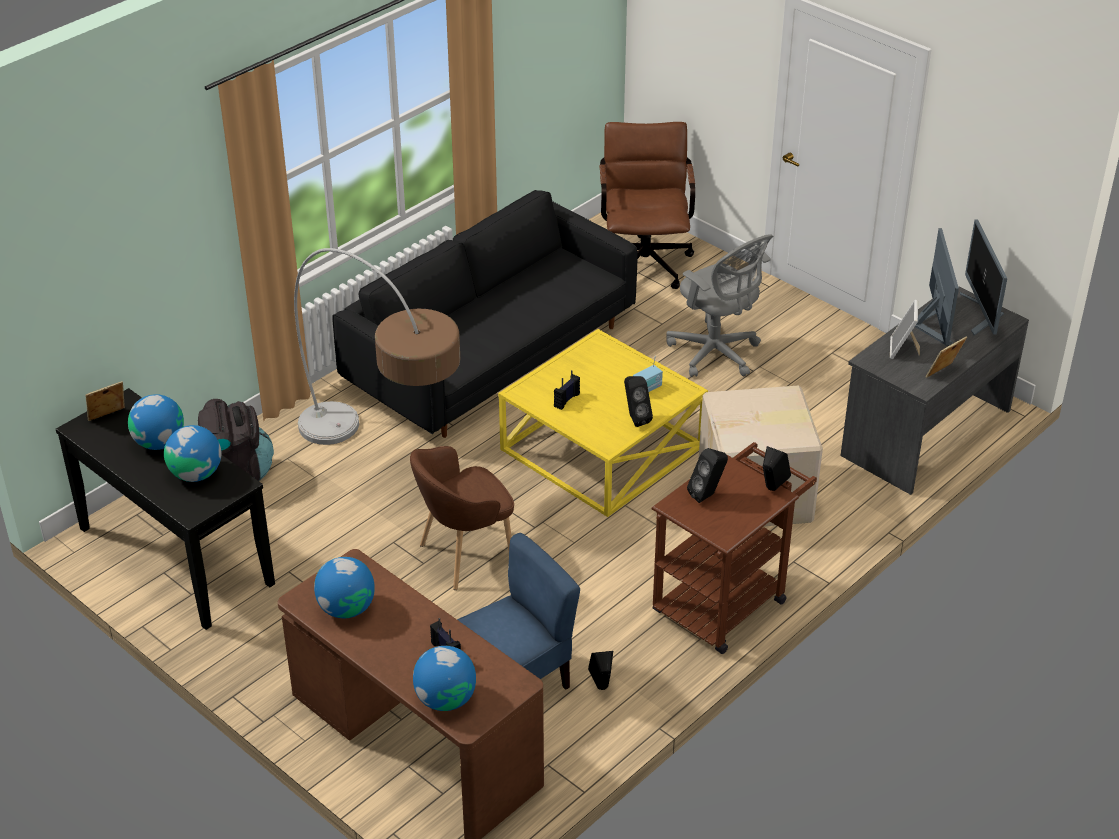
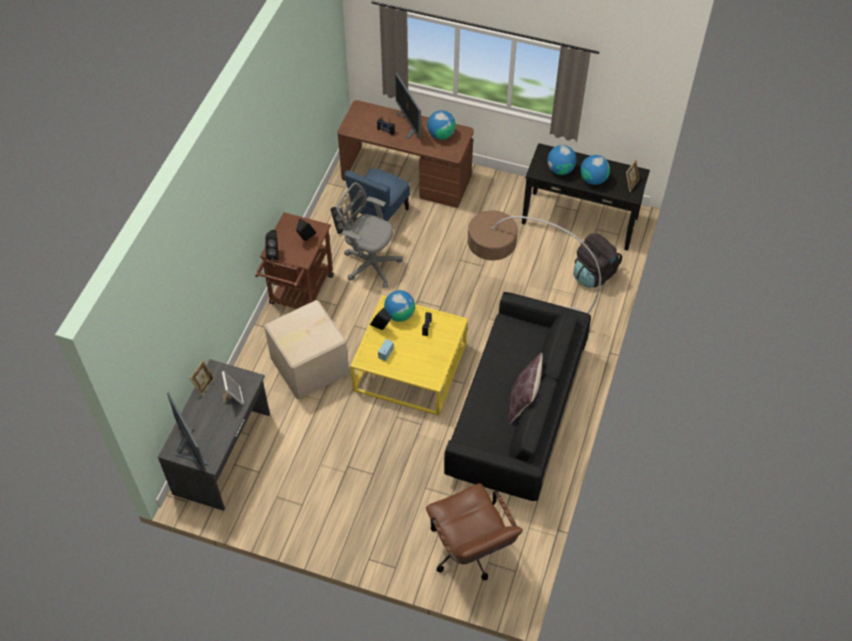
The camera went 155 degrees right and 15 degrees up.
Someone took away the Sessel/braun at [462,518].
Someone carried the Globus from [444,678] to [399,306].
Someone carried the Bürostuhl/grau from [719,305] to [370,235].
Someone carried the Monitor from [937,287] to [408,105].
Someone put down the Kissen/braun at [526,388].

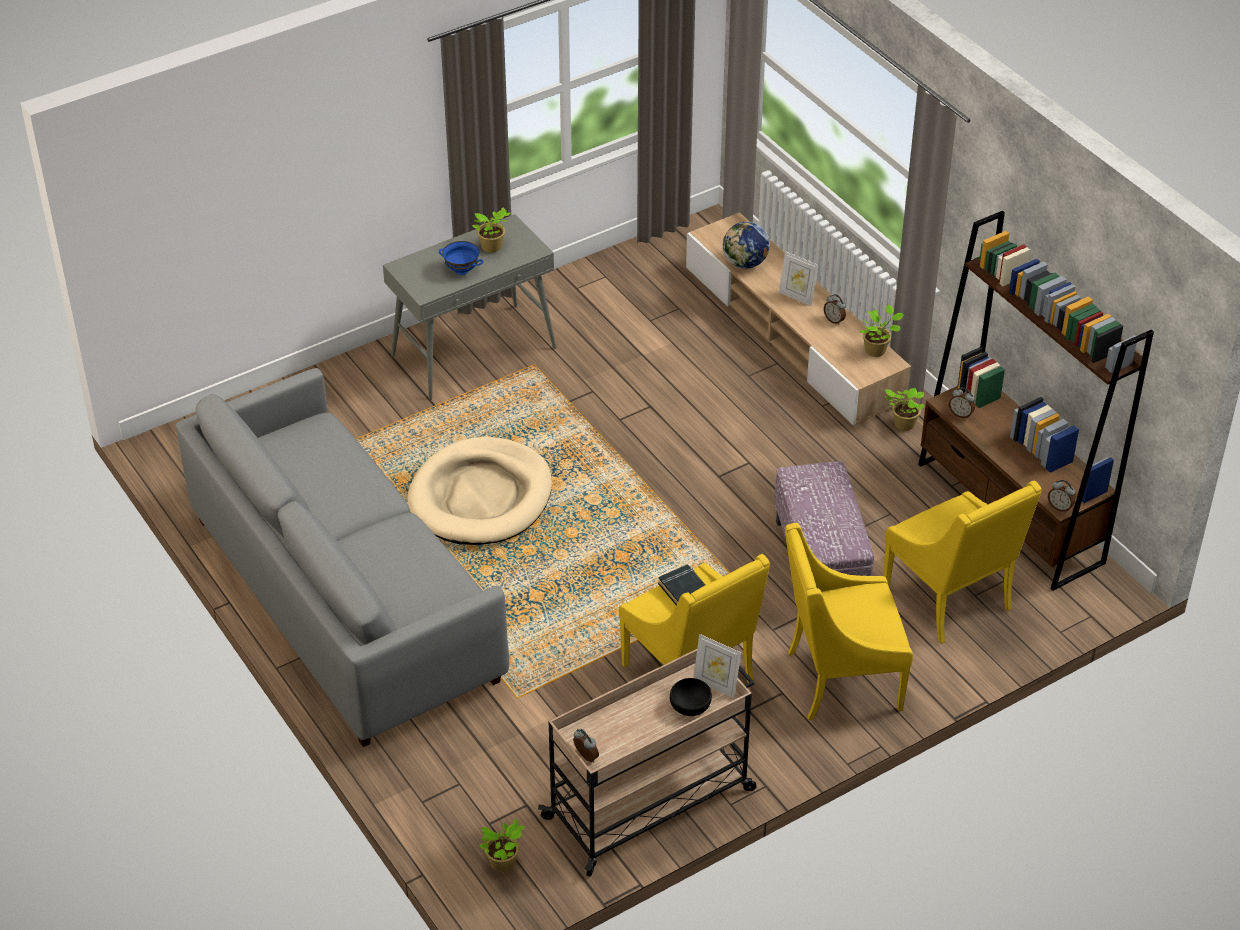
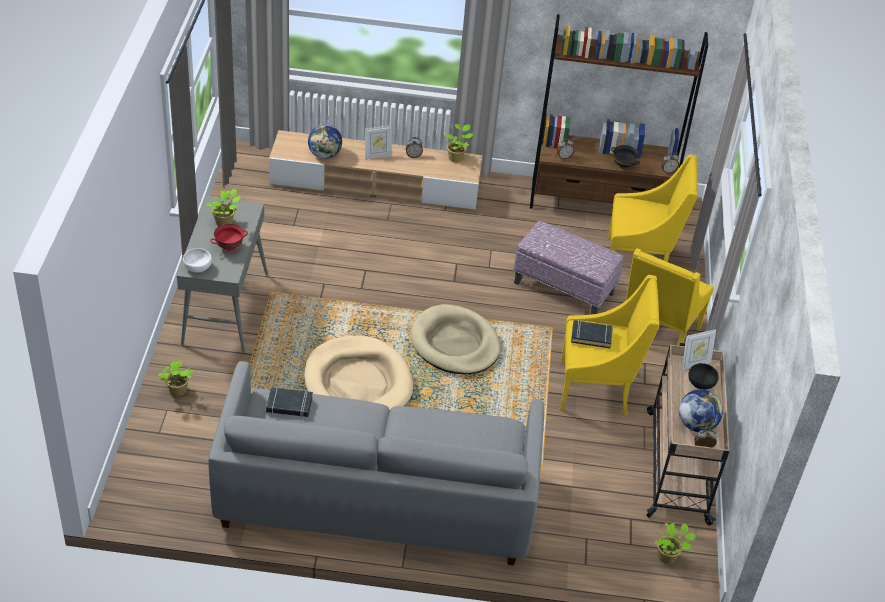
The camera went 55 degrees left and 0 degrees up.
Someone repainted the Schüssel/blau at [461,258], which became the Schüssel/rot at [229,237].
Someone carried the Topfpflanze from [904,409] to [175,378].
Someone put down the Schüssel/weiß at [197,260].
Someone put down the Buch/schwarz at [289,402].
Someone put down the Hundebett/beige at [456,339].
Someone put down the Schüssel/schwarz at [625,157].
Someone put down the Globus at [701,410].

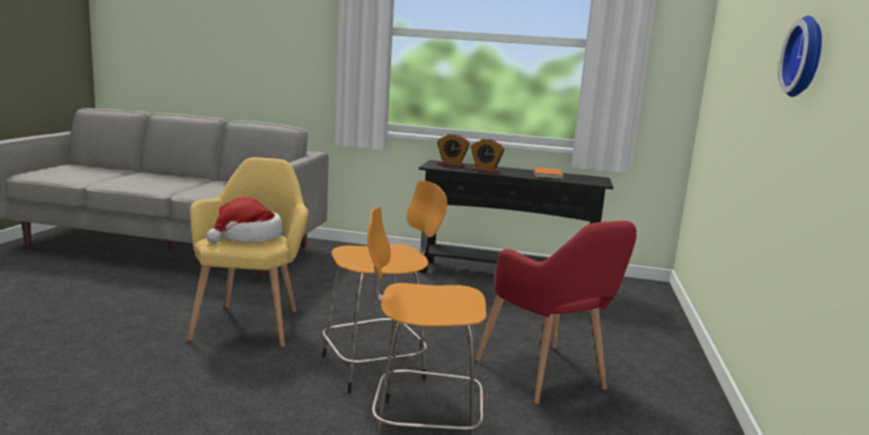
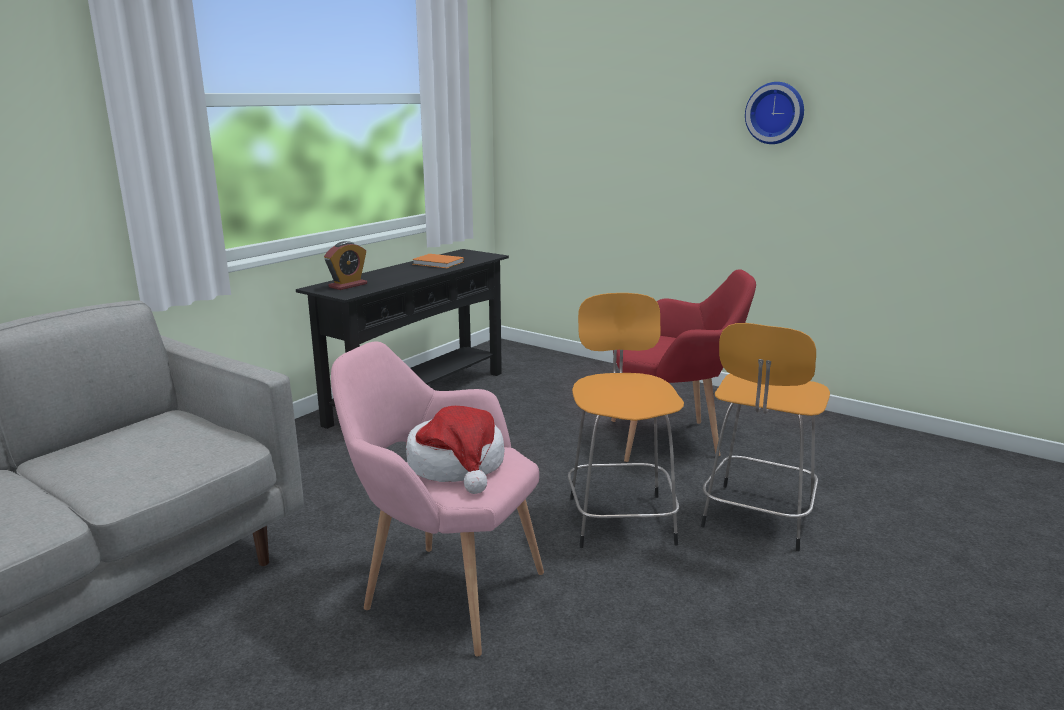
The camera went 65 degrees left and 5 degrees up.
Someone repainted the Sessel/gelb at [248,252], which became the Sessel/rosa at [437,498].
Someone took away the Wecker at [487,156].

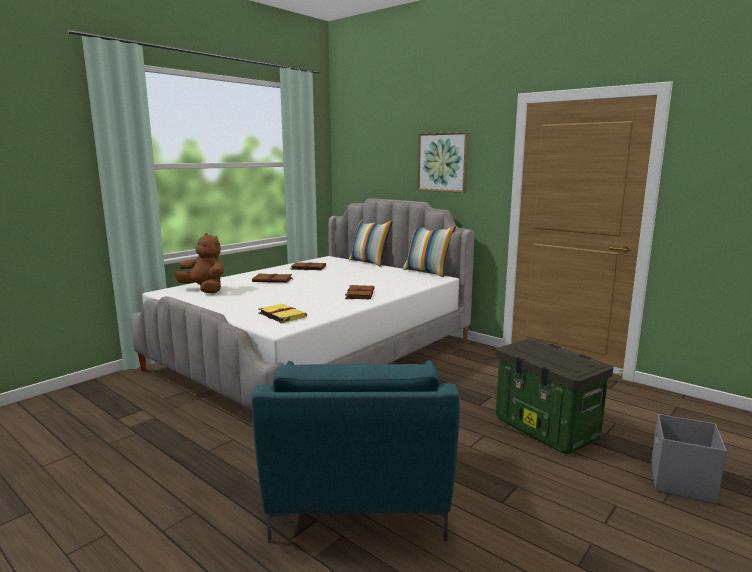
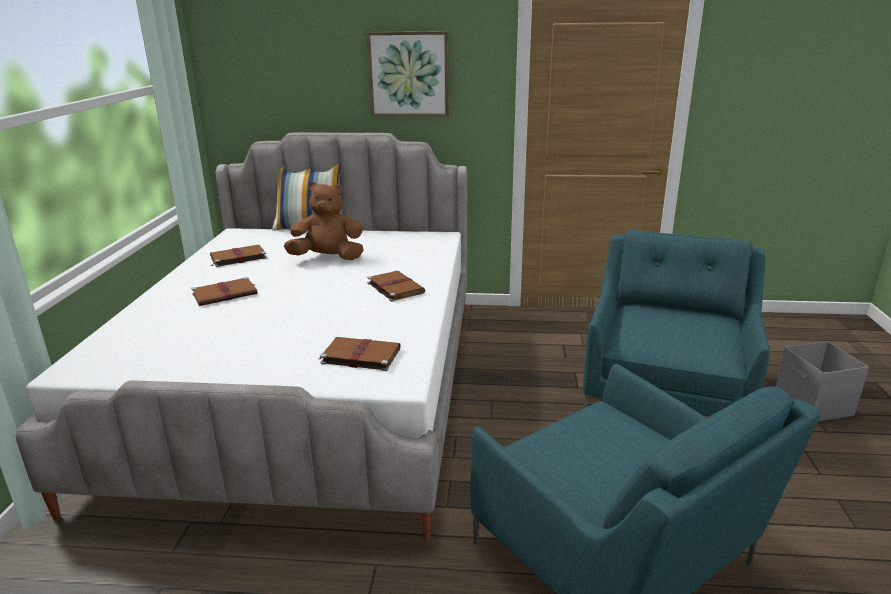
The camera went 35 degrees left and 10 degrees up.
Someone carried the Plüschtier/braun from [199,263] to [324,221].
Someone repainted the Buch/gelb at [282,314], which became the Buch/braun at [360,354].
Someone took away the Kissen at [429,252].
Someone swapped the Aufbewahrungsbox at [554,396] for the Sessel/türkis at [676,323].

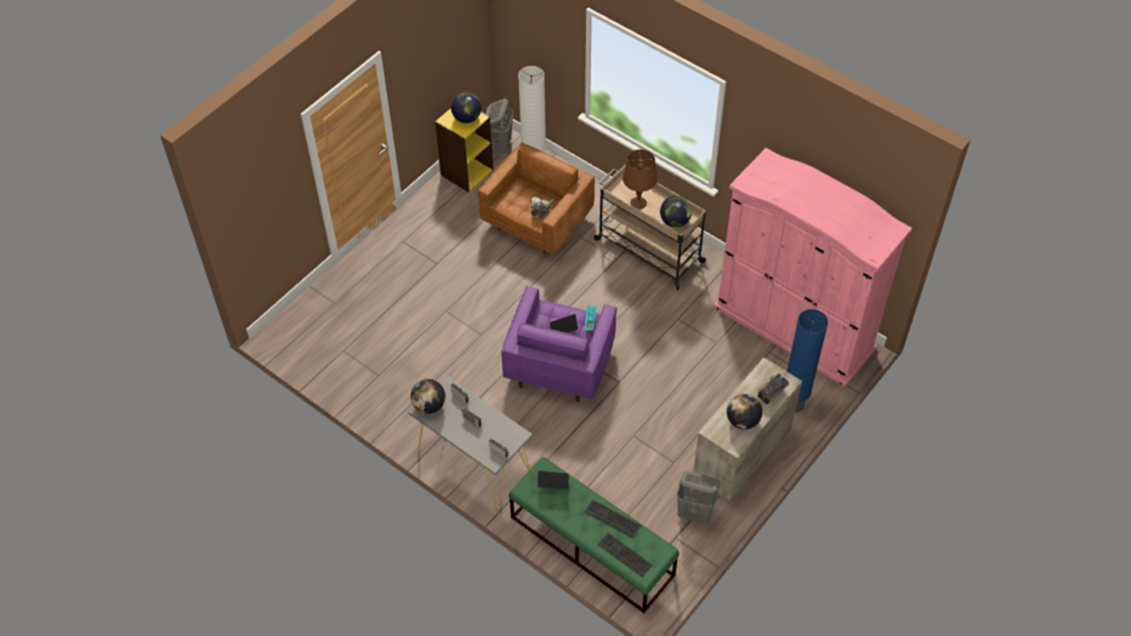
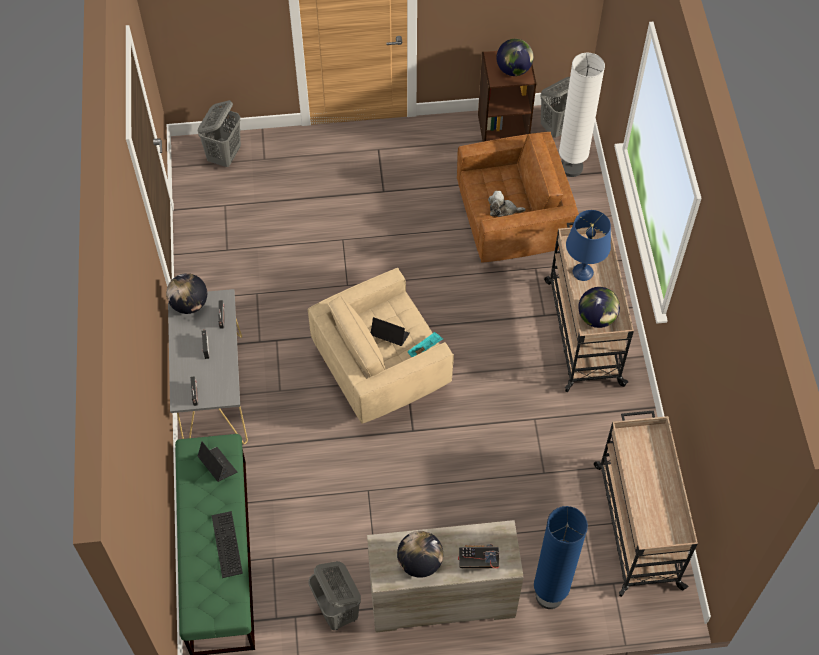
The camera went 45 degrees right and 5 degrees up.
Someone repainted the Bücherregal/gelb at [464,150], which became the Bücherregal/braun at [507,96].
Someone repainted the Sessel/lila at [559,344], which became the Sessel/beige at [381,346].
Someone took away the Tastatur at [625,555].
Someone repainted the Tischlampe/braun at [640,179], which became the Tischlampe/blau at [588,245].
Someone swapped the Kleiderschrank/rosa at [813,267] for the Rollwagen/beige at [646,503].
Someone put down the Wäschekorb/grau at [219,133].

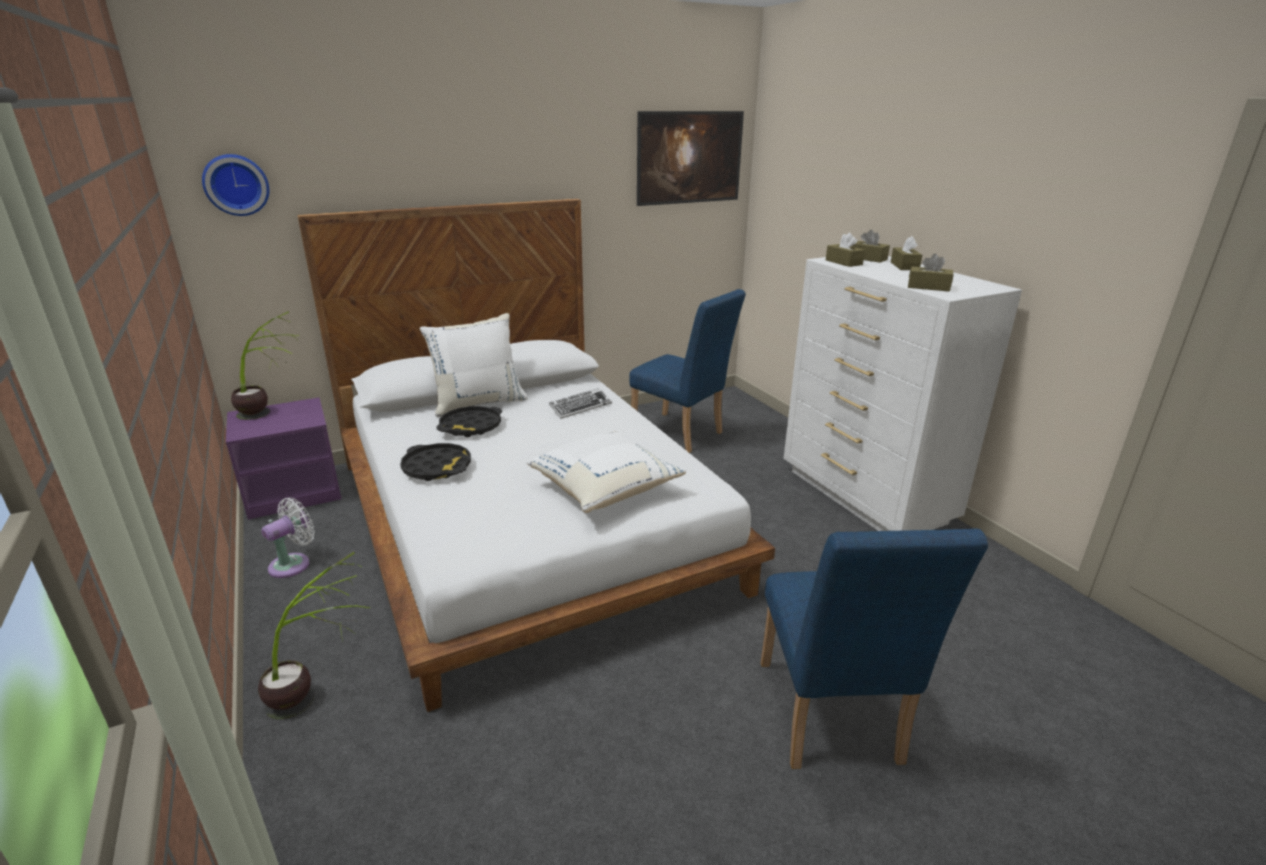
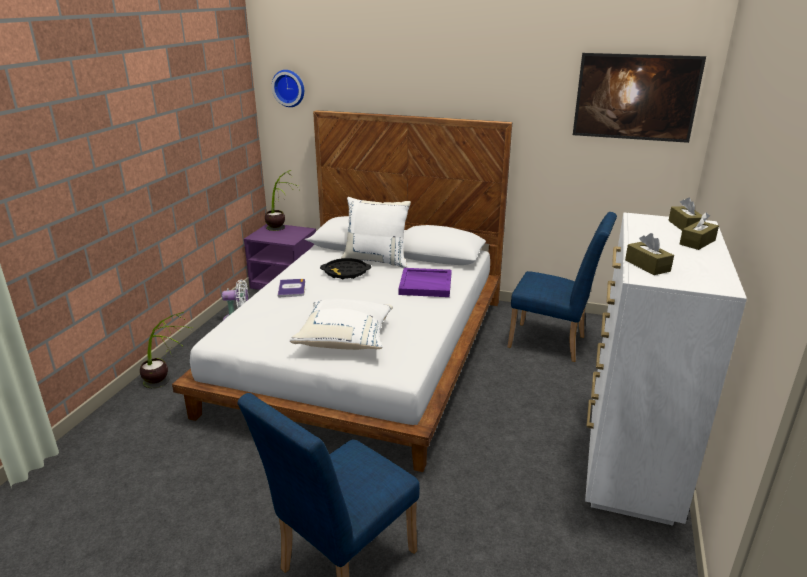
The camera went 45 degrees right and 0 degrees up.
Someone swapped the Tablett/schwarz at [435,462] for the Buch at [291,288].
Someone swapped the Tastatur at [580,403] for the Tablett/lila at [425,282].
Someone rotated the Stuhl/blau at [687,371] by 60 degrees counterclockwise.
Someone took away the Taschentuchbox/braun at [845,250].

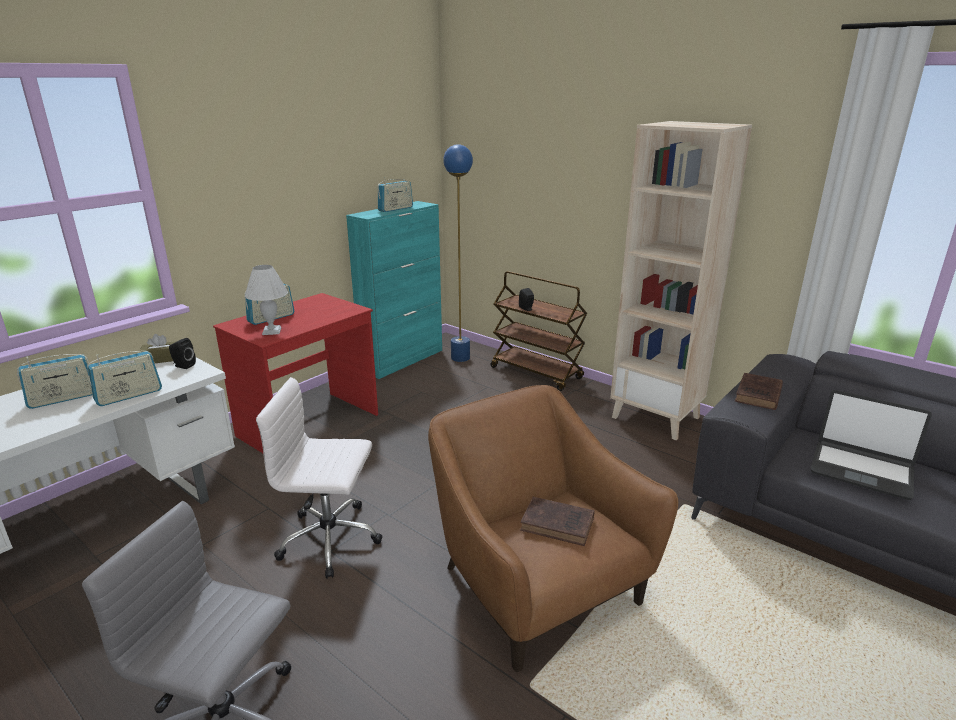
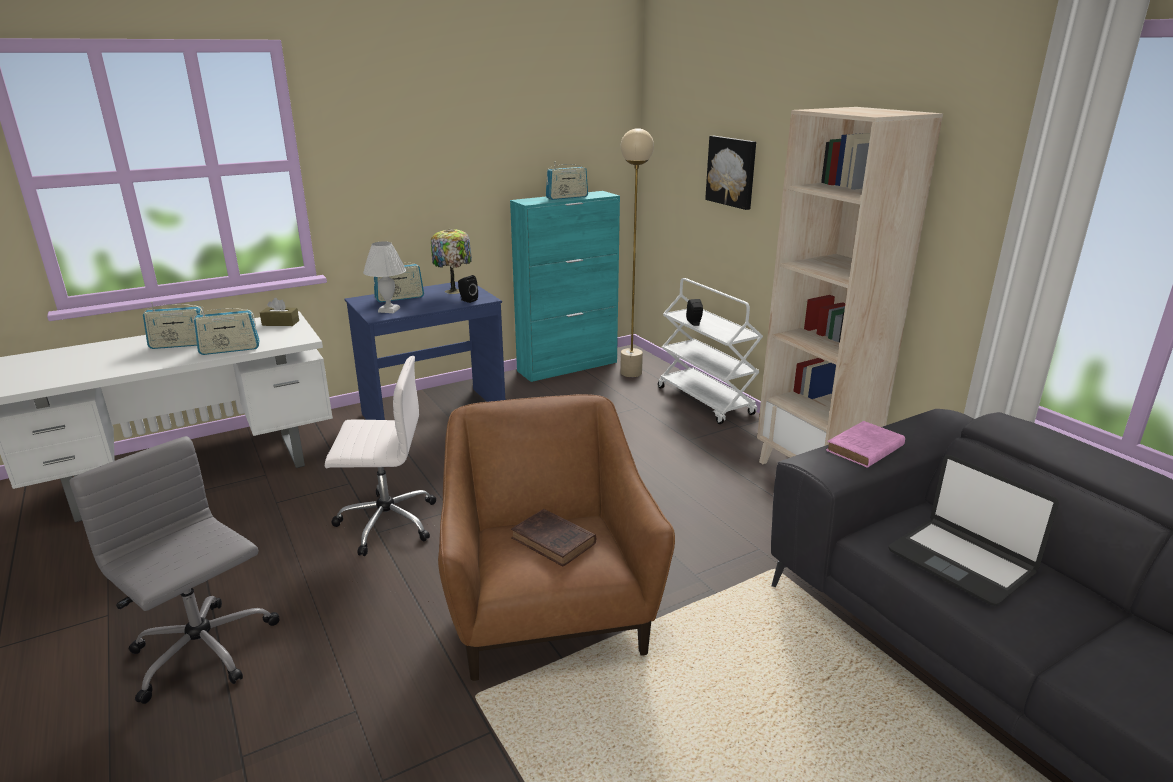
The camera went 20 degrees right and 0 degrees up.
Someone carried the Lautsprecher/schwarz from [182,353] to [468,289].
Someone repainted the Schreibtisch/rot at [295,373], which became the Schreibtisch/blau at [424,351].
Someone rotated the Bürostuhl/weiß at [319,478] by 150 degrees clockwise.
Someone repainted the Stehlampe/blau at [458,253], which became the Stehlampe/beige at [637,252].
Someone repainted the Rollwagen/braun at [538,331], which became the Rollwagen/weiß at [710,351].
Someone repainted the Buch/braun at [759,391], which became the Buch/rosa at [865,444].
Someone put down the Tischlampe at [451,261].
Someone put up the Bild at [730,173].

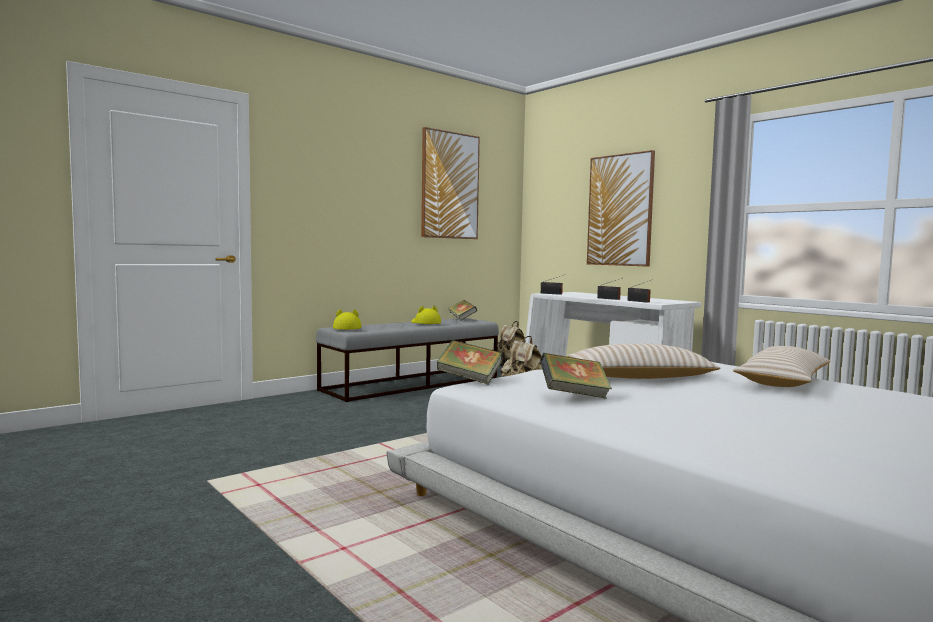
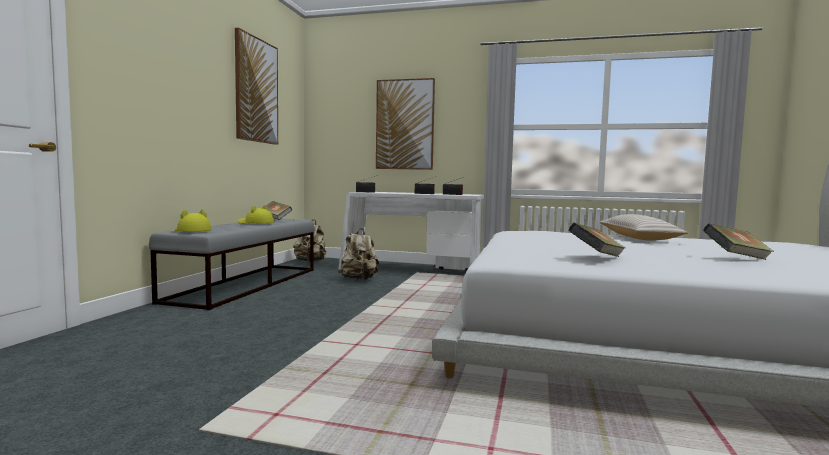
The camera went 35 degrees left and 0 degrees up.
Someone carried the Buch from [470,362] to [738,242].
Someone took away the Kissen/beige at [644,361].

